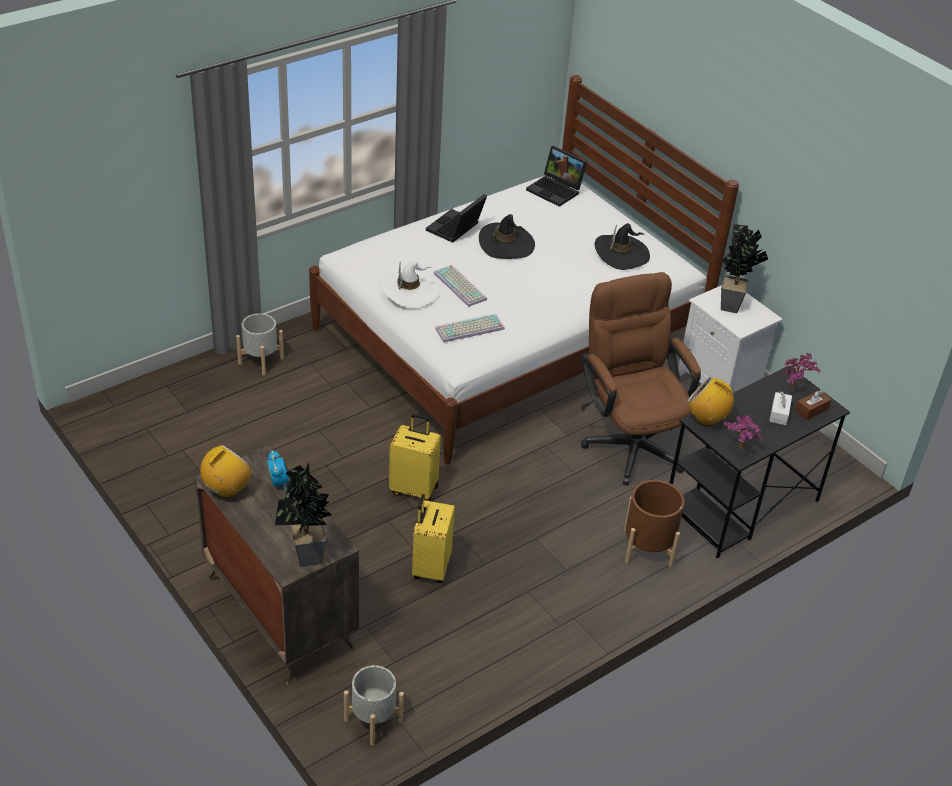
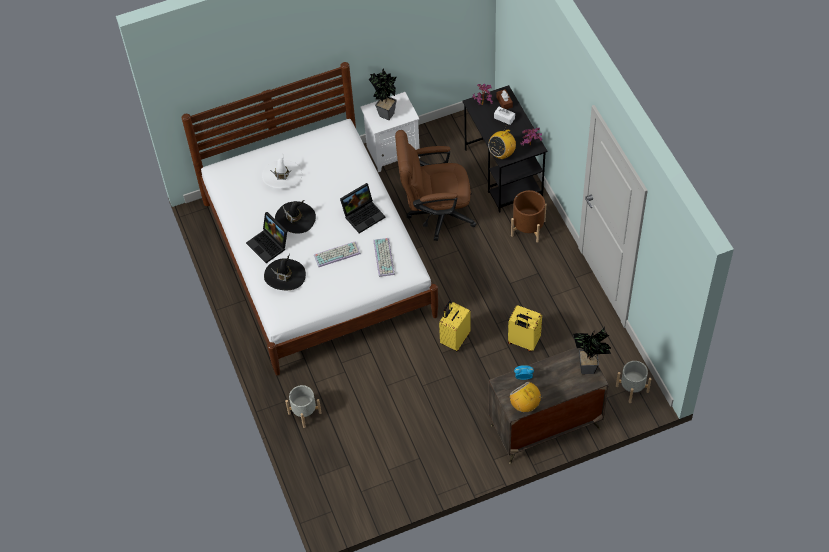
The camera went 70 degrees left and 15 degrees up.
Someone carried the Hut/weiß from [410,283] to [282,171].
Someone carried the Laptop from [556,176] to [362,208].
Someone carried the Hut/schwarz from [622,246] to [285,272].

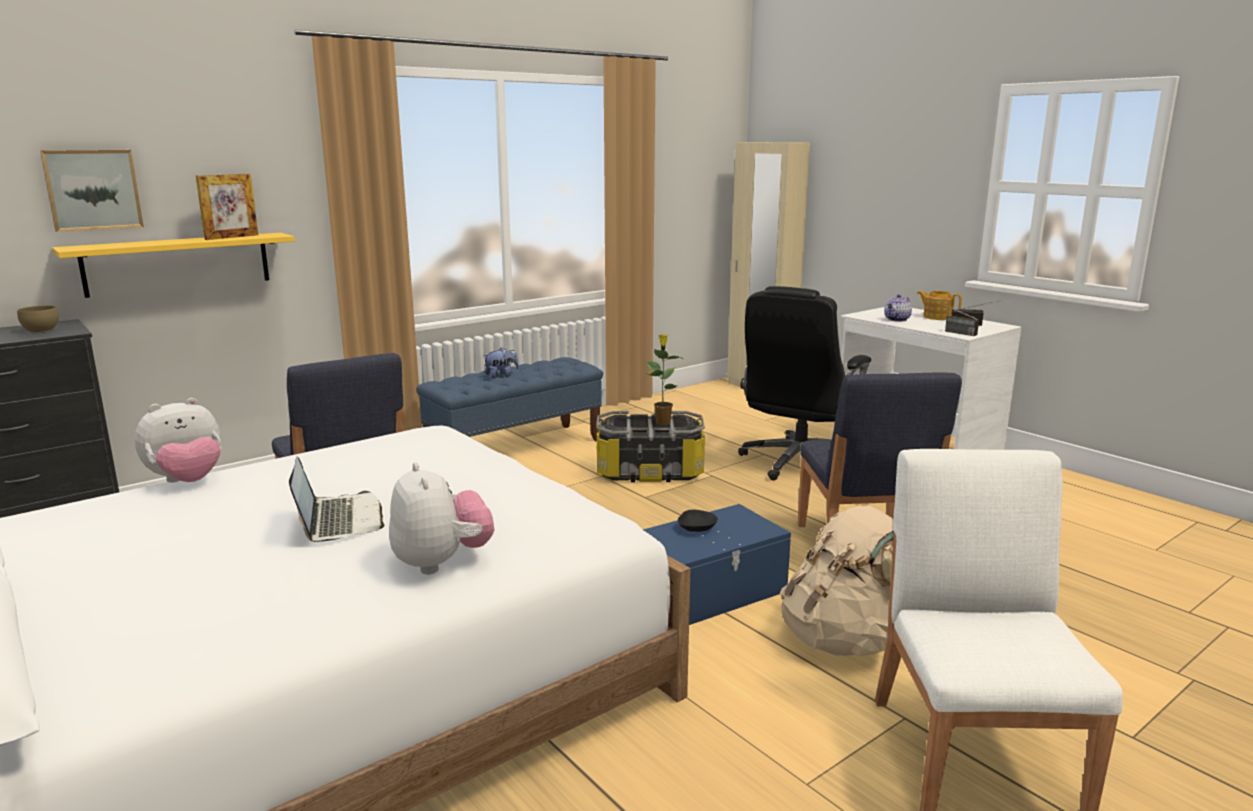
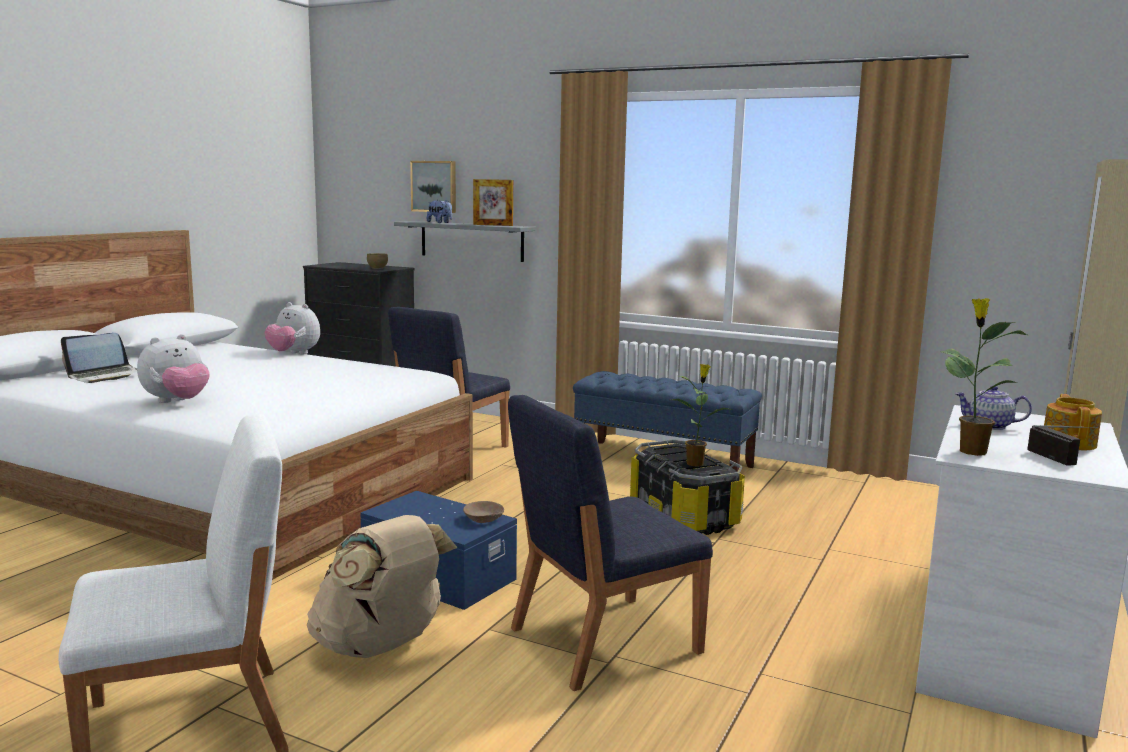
The camera went 65 degrees right and 5 degrees down.
Someone repainted the Wandregal/gelb at [173,265], which became the Wandregal/grau at [465,241].
Someone carried the Laptop from [336,499] to [99,358].
Someone carried the Plüschtier from [501,363] to [439,211].
Someone took away the Schüssel/schwarz at [698,521].
Someone took away the Bürostuhl/schwarz at [804,383].
Someone swapped the Radio at [959,319] for the Topfpflanze at [984,377].
Someone put down the Schüssel/beige at [483,512].

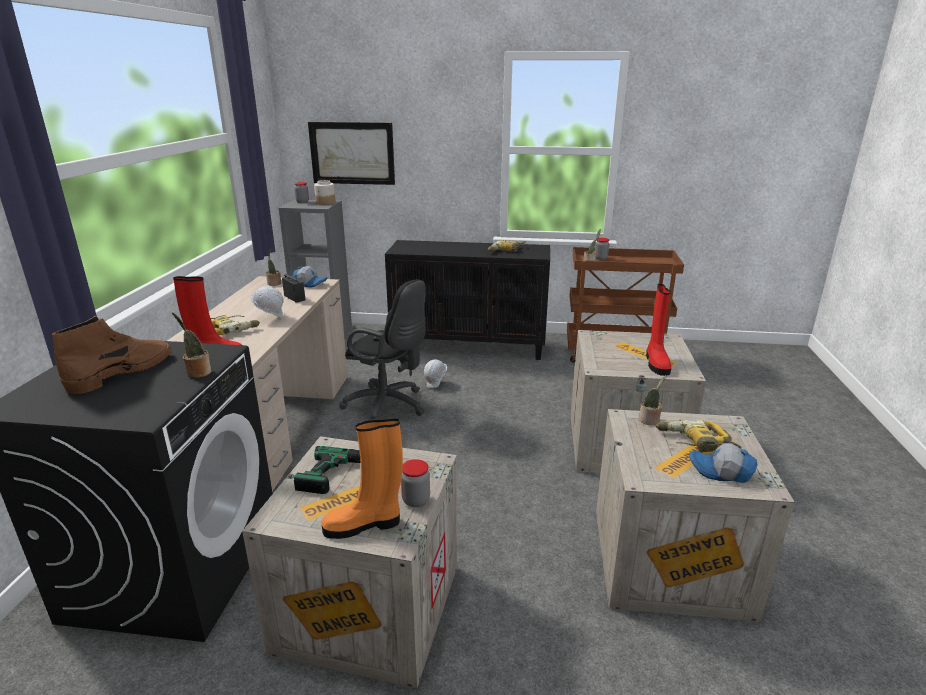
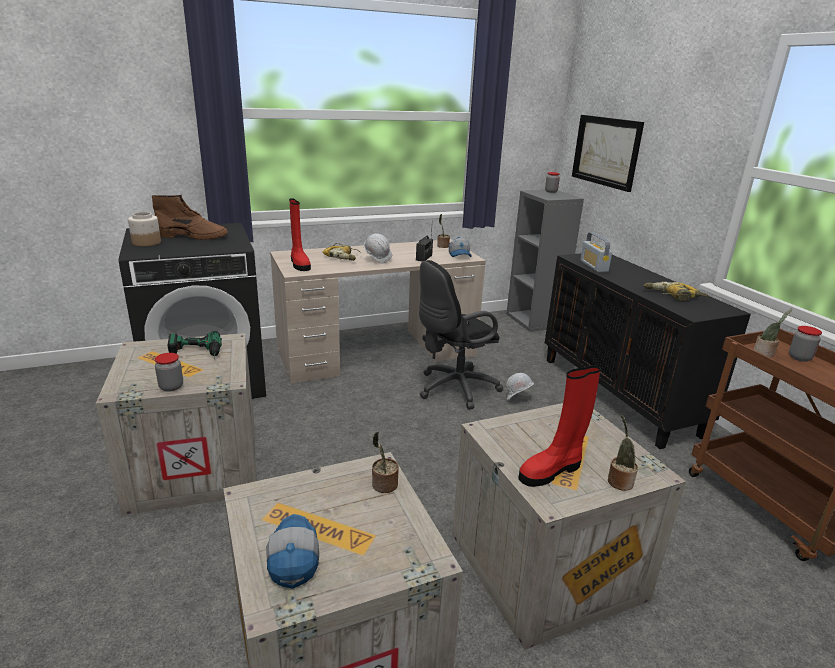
The camera went 60 degrees right and 0 degrees up.
Someone carried the Topfpflanze from [192,345] to [623,453].
Someone carried the Vorratsglas from [325,192] to [144,229].
Someone took away the Stiefel/orange at [362,479].
Someone rotated the Bürostuhl/schwarz at [382,350] by 60 degrees clockwise.
Someone took away the Bohrmaschine at [699,436].
Someone put down the Radio at [596,252].

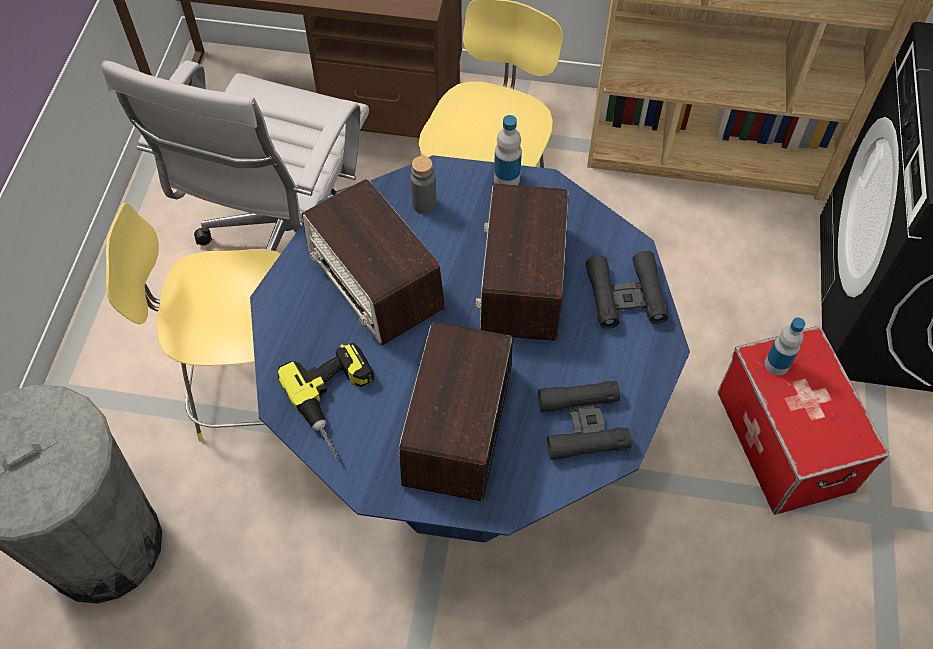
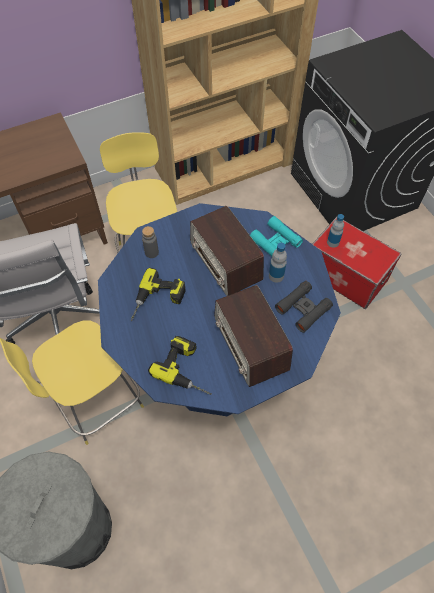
The camera went 35 degrees left and 0 degrees up.
Someone swapped the Radio at [373,262] for the Bohrmaschine at [158,294].
Someone carried the Flasche from [508,150] to [278,262].
Someone repainted the Fernglas/schwarz at [626,290], which became the Fernglas/türkis at [276,236].

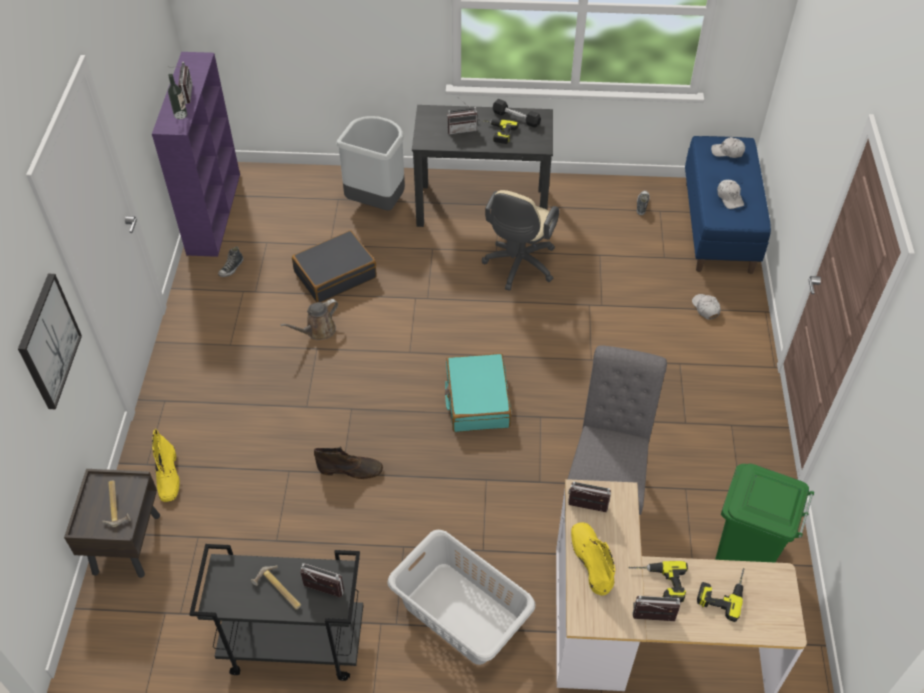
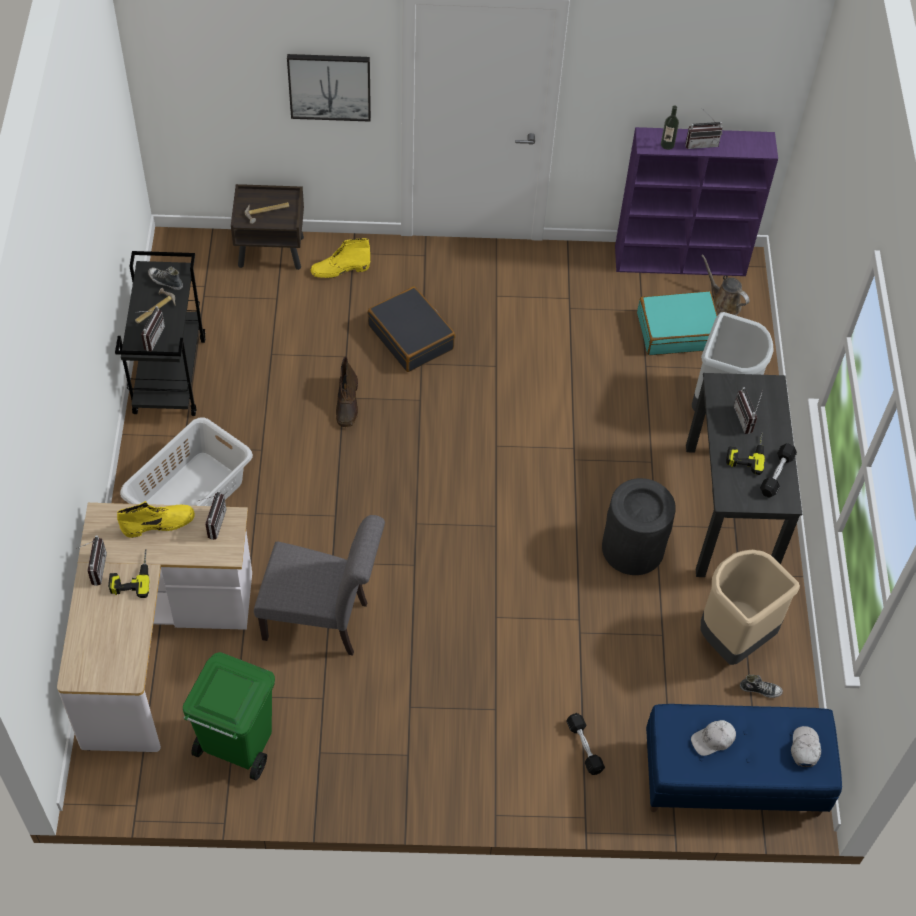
The camera went 85 degrees right and 5 degrees up.
Someone carried the Schuh from [230,261] to [165,278].
Someone carried the Gießkanne/braun from [309,319] to [725,285].
Someone carried the Koffer/schwarz from [334,266] to [411,329].
Someone carried the Koffer/türkis from [478,392] to [677,323].
Someone swapped the Bürostuhl/beige at [520,240] for the Mülleimer/schwarz at [639,526].
Someone swapped the Kappe/weiß at [706,307] for the Hantel/schwarz at [585,744].
Someone took away the Bohrmaschine at [720,595].
Someone put down the Mülleimer/beige at [750,607].

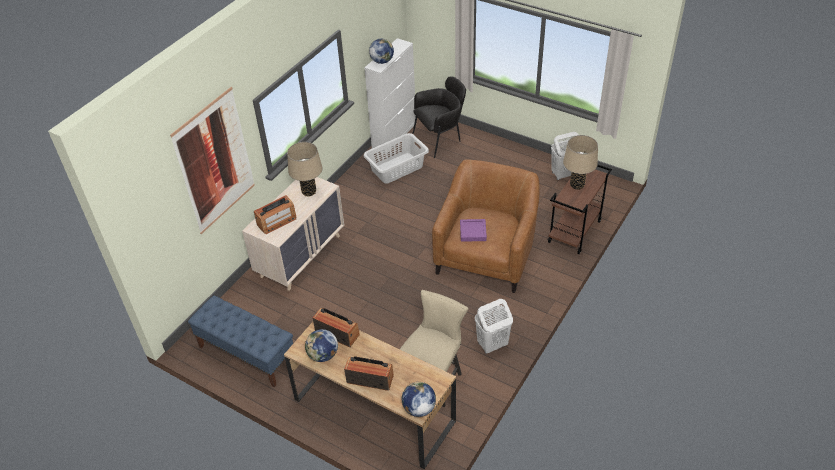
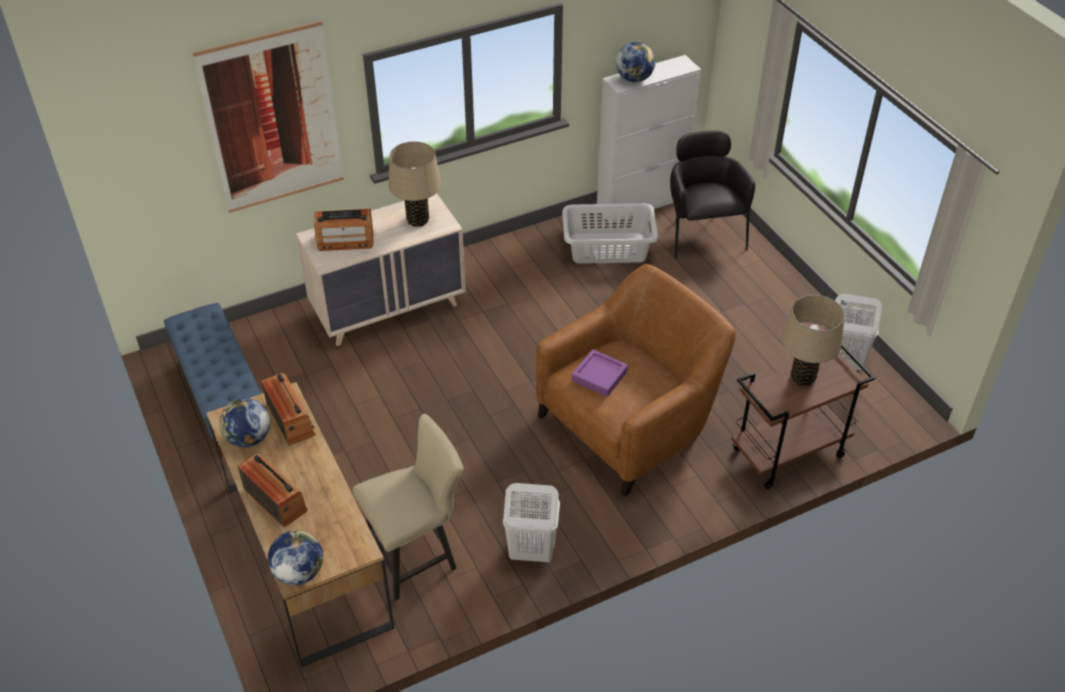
The camera went 30 degrees right and 0 degrees up.
Someone rotated the Sessel/schwarz at [439,117] by 105 degrees counterclockwise.

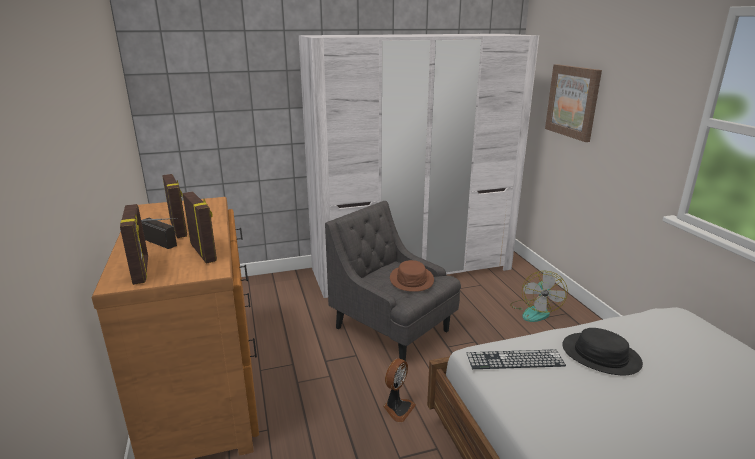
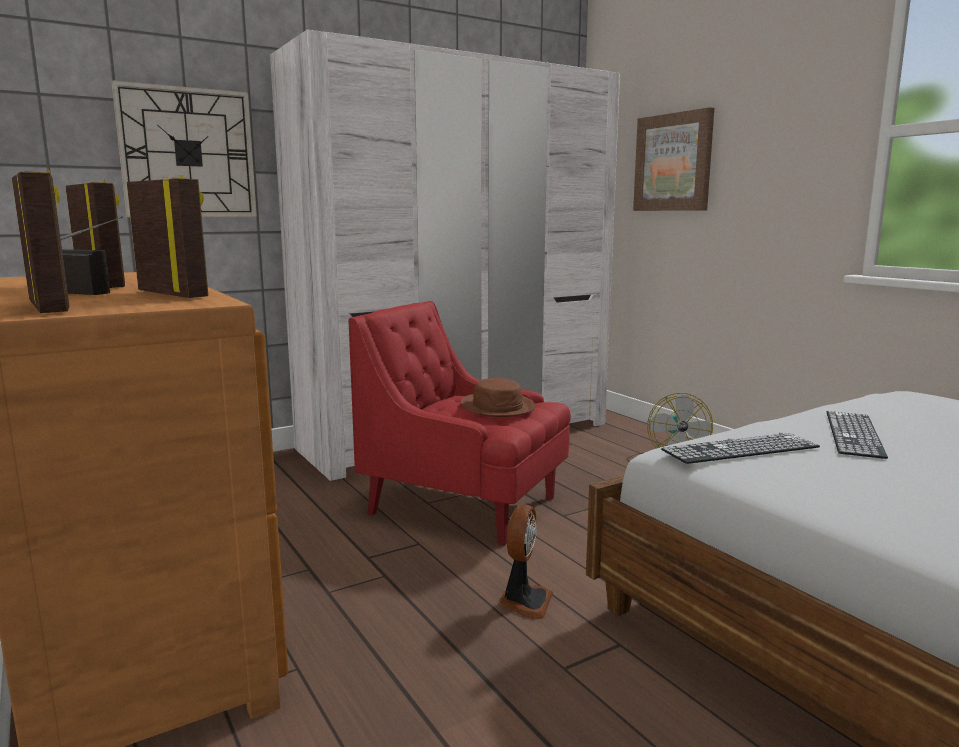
The camera went 15 degrees left and 10 degrees down.
Someone repainted the Sessel/grau at [393,281], which became the Sessel/rot at [459,423].
Someone swapped the Hut/schwarz at [602,351] for the Tastatur at [857,435].
Someone put up the Wanduhr at [184,148].

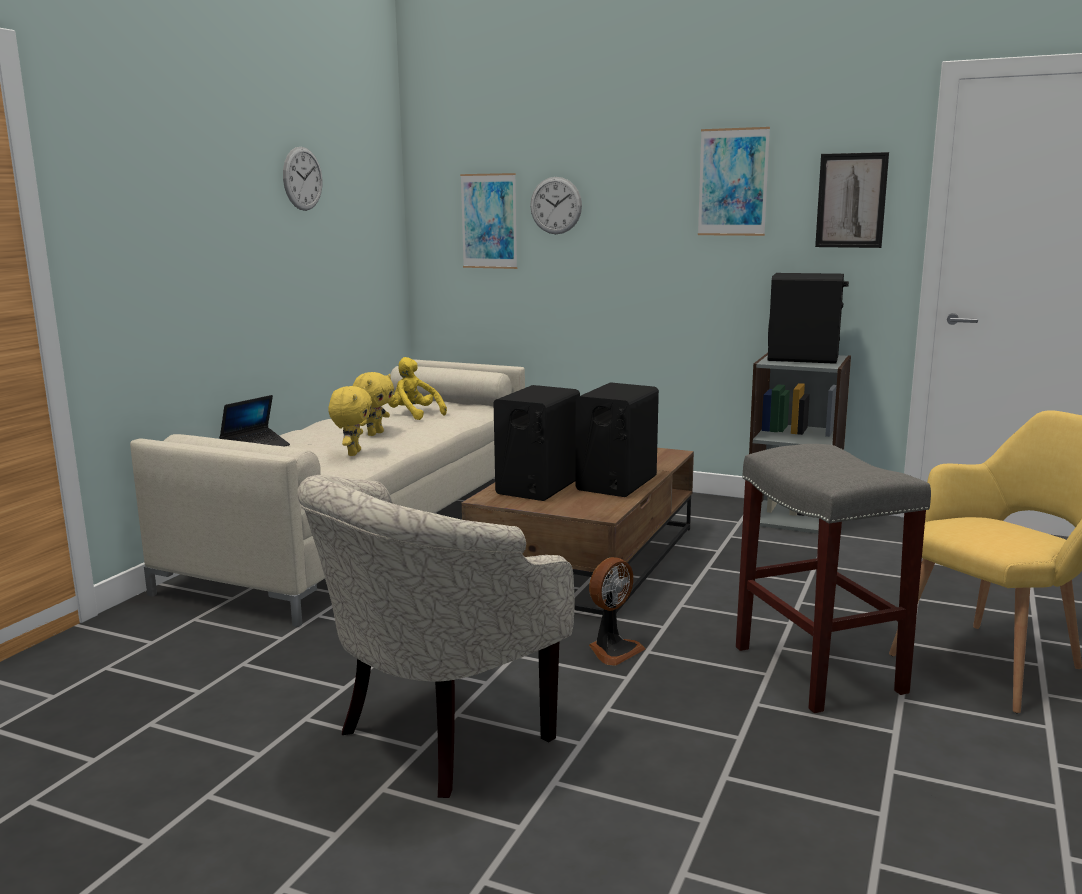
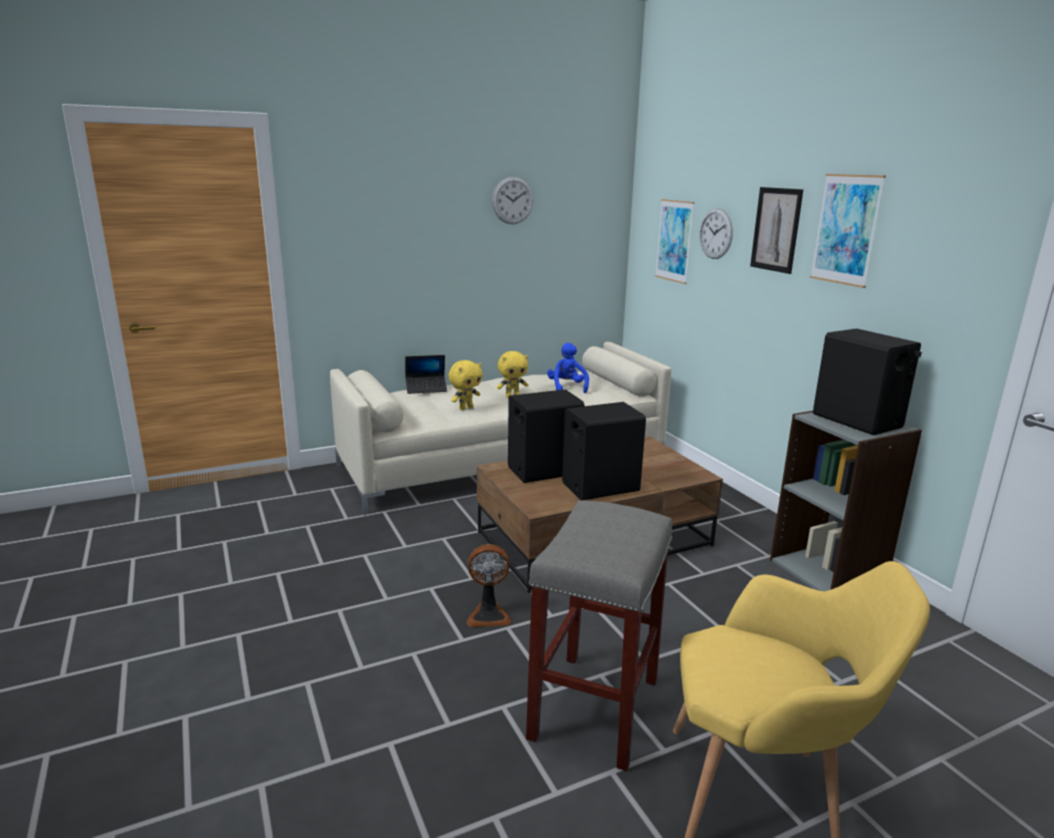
The camera went 40 degrees right and 5 degrees up.
Someone took away the Sessel/beige at [435,636].
Someone repainted the Plüschtier/gelb at [417,388], which became the Plüschtier/blau at [568,368].
Someone carried the Bild from [852,200] to [777,230].

